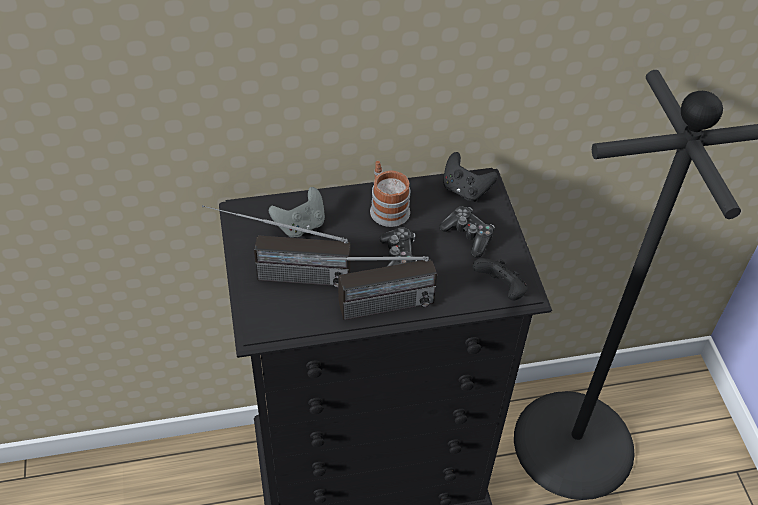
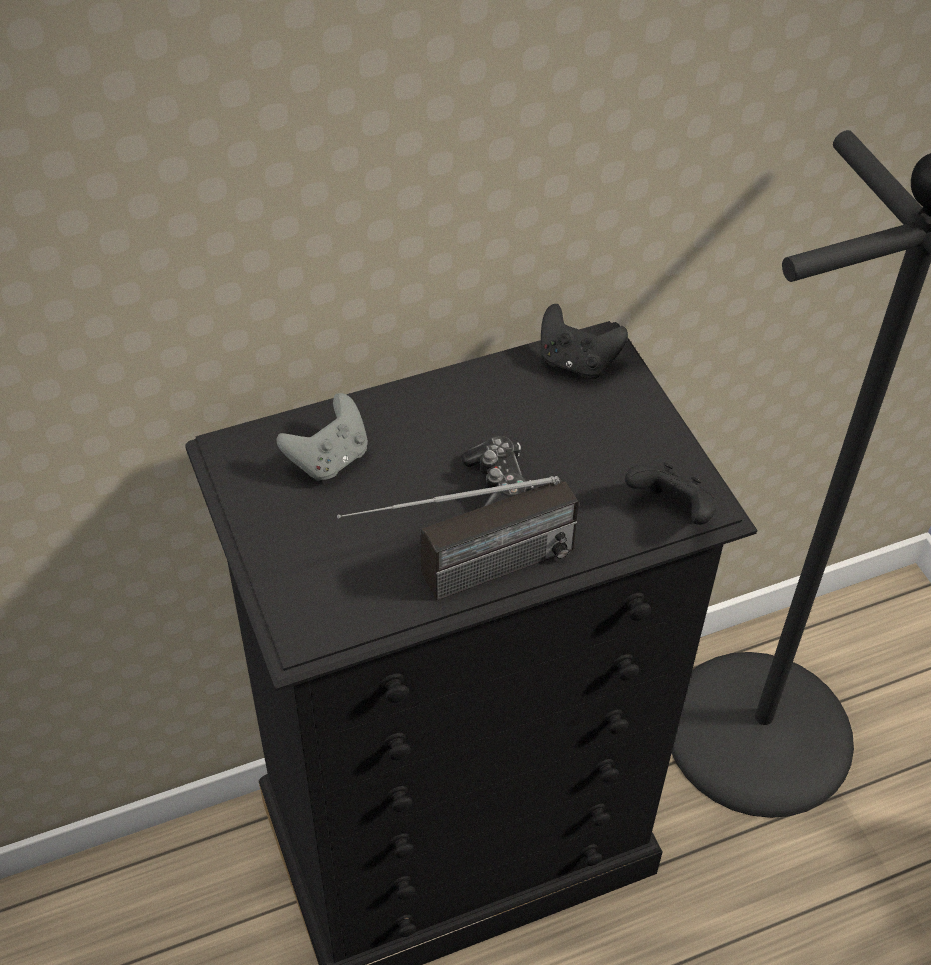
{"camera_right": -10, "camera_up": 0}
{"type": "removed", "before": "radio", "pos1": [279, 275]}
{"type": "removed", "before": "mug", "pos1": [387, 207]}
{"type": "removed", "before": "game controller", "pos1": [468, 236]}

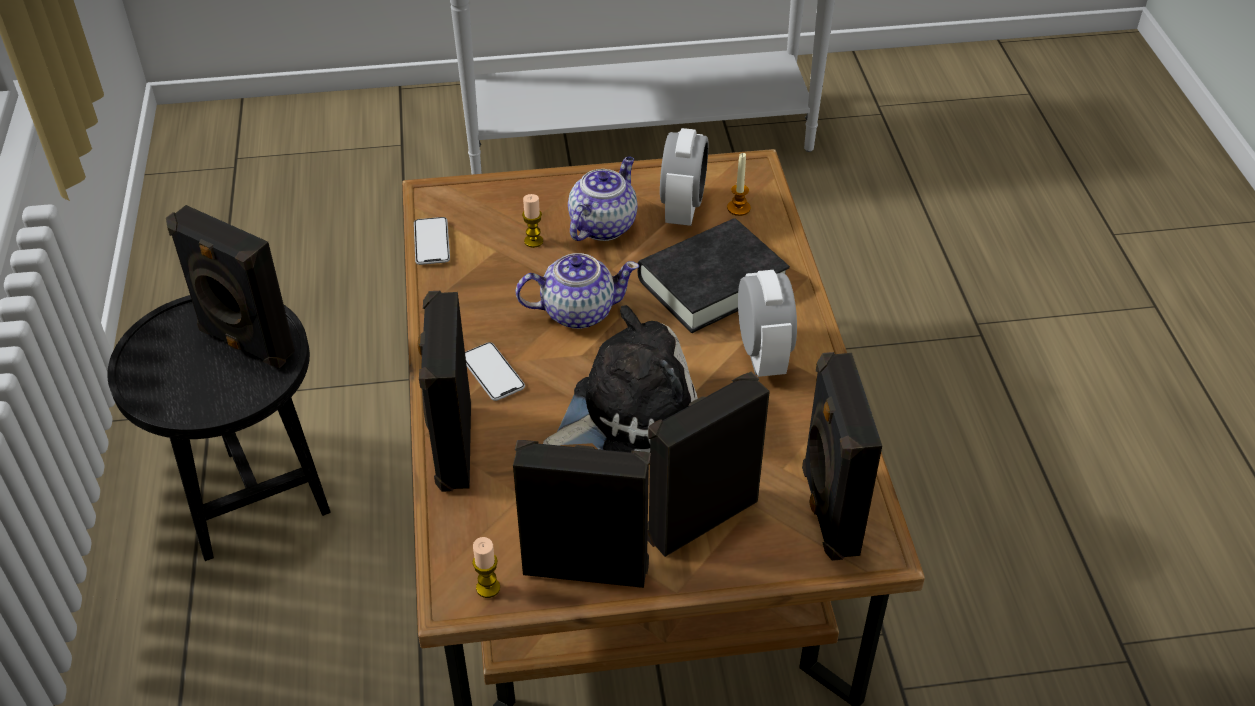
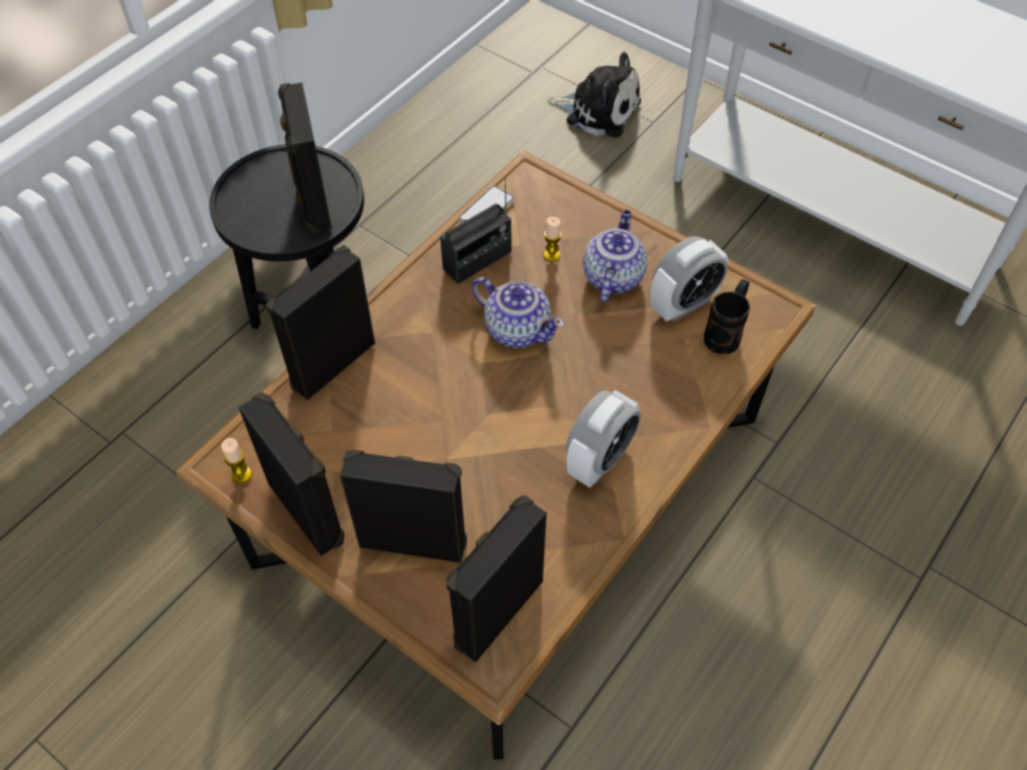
{"camera_right": 45, "camera_up": 10}
{"type": "removed", "before": "phone", "pos1": [492, 372]}
{"type": "moved", "before": "plush toy", "pos1": [628, 413], "pos2": [598, 110]}
{"type": "turned", "before": "teapot", "pos1": [603, 225], "pos2": [612, 276], "turn": -60}
{"type": "removed", "before": "black book", "pos1": [712, 283]}
{"type": "replaced", "before": "candle", "after": "black mug", "pos1": [738, 208], "pos2": [726, 333]}
{"type": "added", "after": "radio", "pos2": [477, 261]}

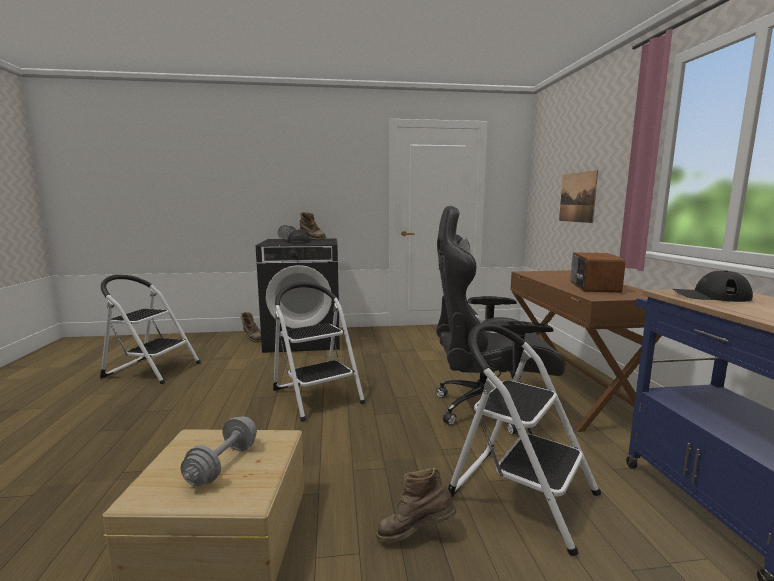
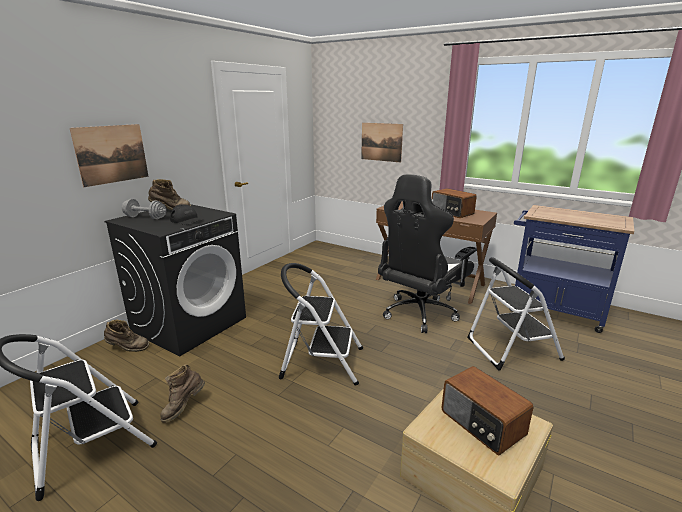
{"camera_right": -50, "camera_up": 10}
{"type": "replaced", "before": "grey dumbbell", "after": "radio", "pos1": [223, 464], "pos2": [481, 424]}
{"type": "moved", "before": "brown boot", "pos1": [415, 534], "pos2": [183, 408]}
{"type": "removed", "before": "black cap", "pos1": [710, 296]}
{"type": "added", "after": "picture", "pos2": [112, 154]}

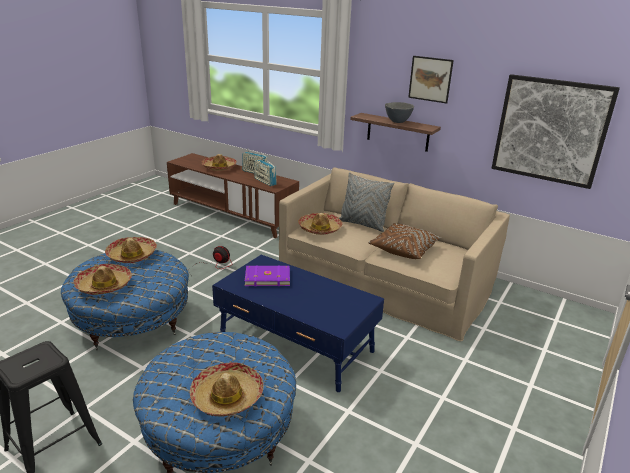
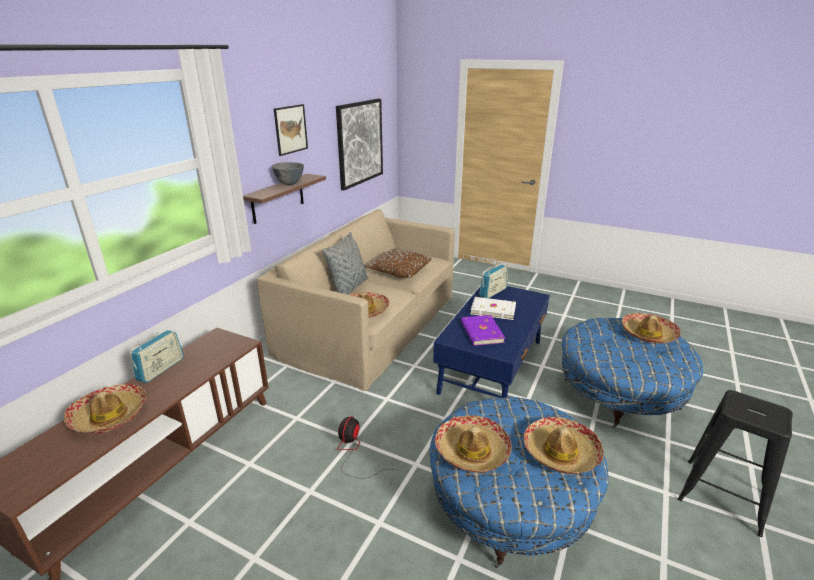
{"camera_right": -95, "camera_up": 0}
{"type": "moved", "before": "radio", "pos1": [265, 182], "pos2": [493, 292]}
{"type": "added", "after": "white book", "pos2": [493, 309]}

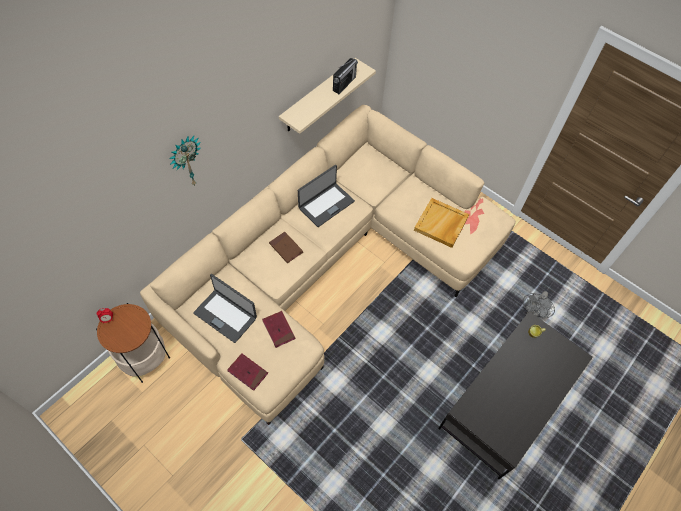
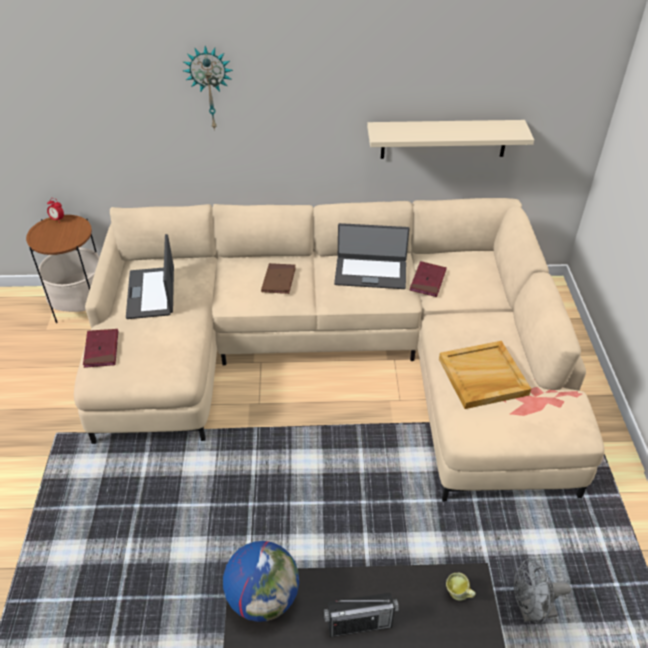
{"camera_right": 50, "camera_up": -15}
{"type": "moved", "before": "red book", "pos1": [278, 330], "pos2": [428, 281]}
{"type": "moved", "before": "radio", "pos1": [344, 84], "pos2": [359, 624]}
{"type": "added", "after": "globe", "pos2": [263, 597]}

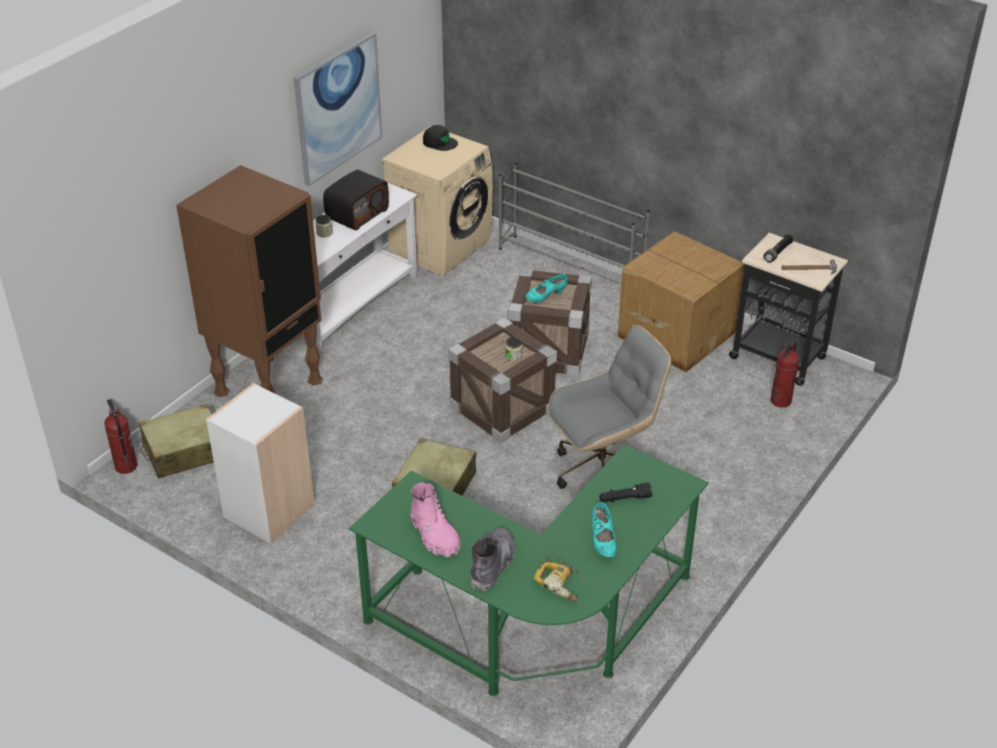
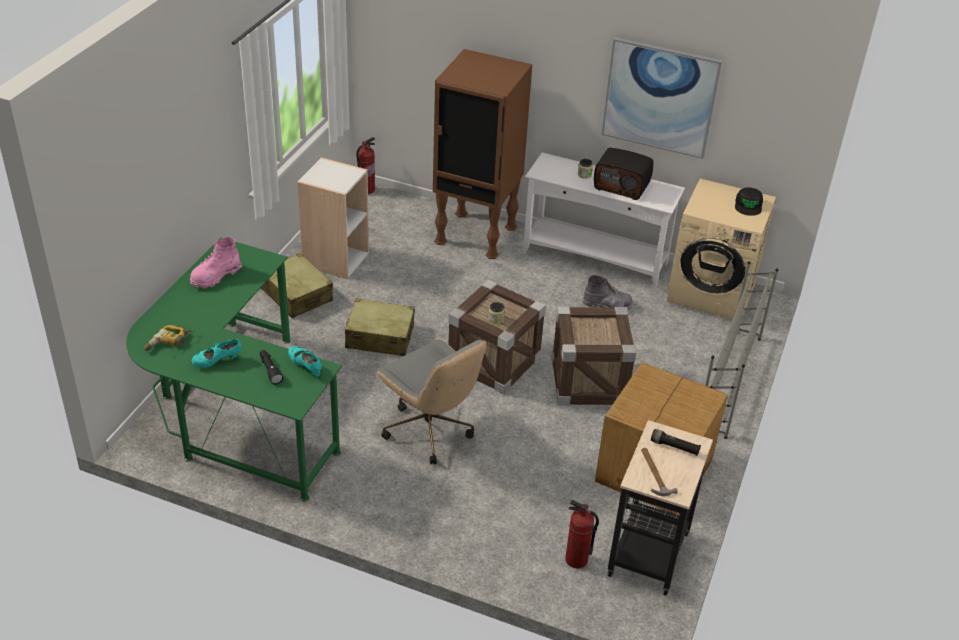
{"camera_right": 75, "camera_up": 0}
{"type": "moved", "before": "beige suitcase", "pos1": [184, 452], "pos2": [296, 295]}
{"type": "moved", "before": "grey boot", "pos1": [492, 565], "pos2": [607, 305]}
{"type": "moved", "before": "turquoise shoe", "pos1": [546, 297], "pos2": [305, 367]}

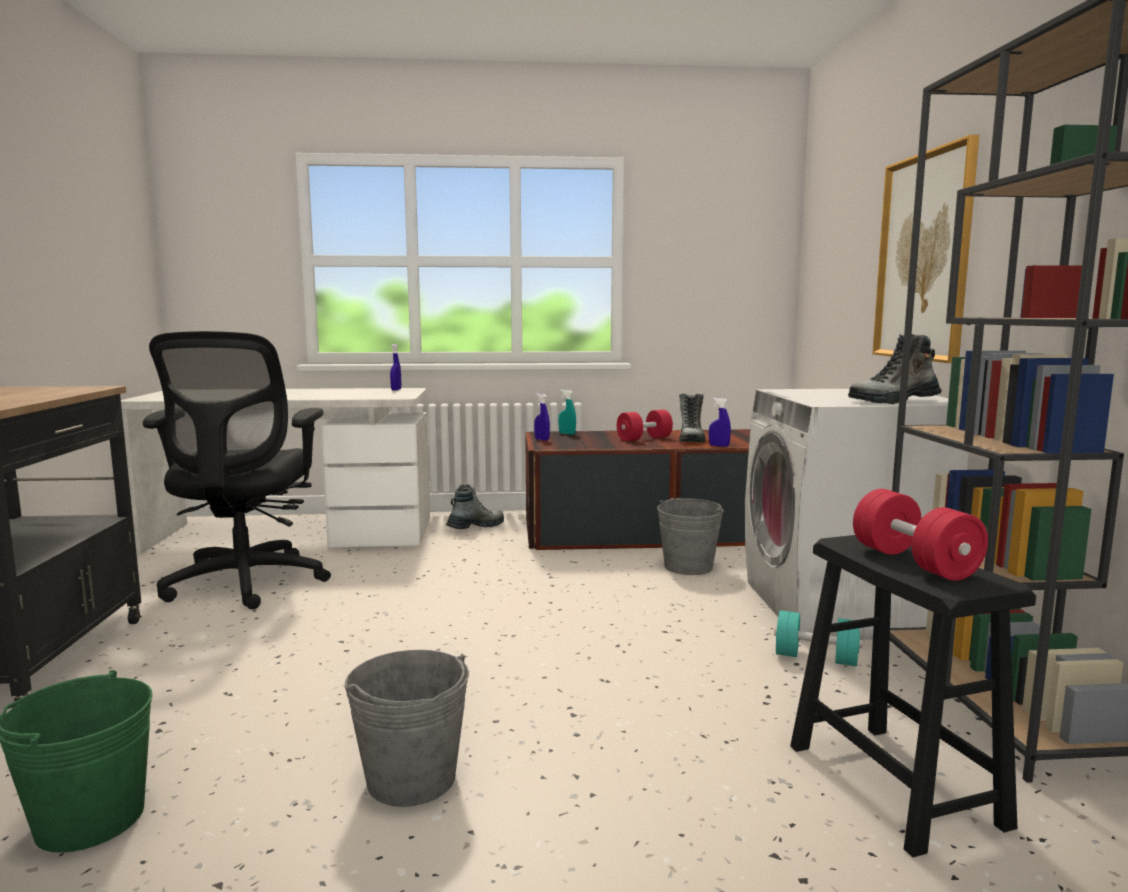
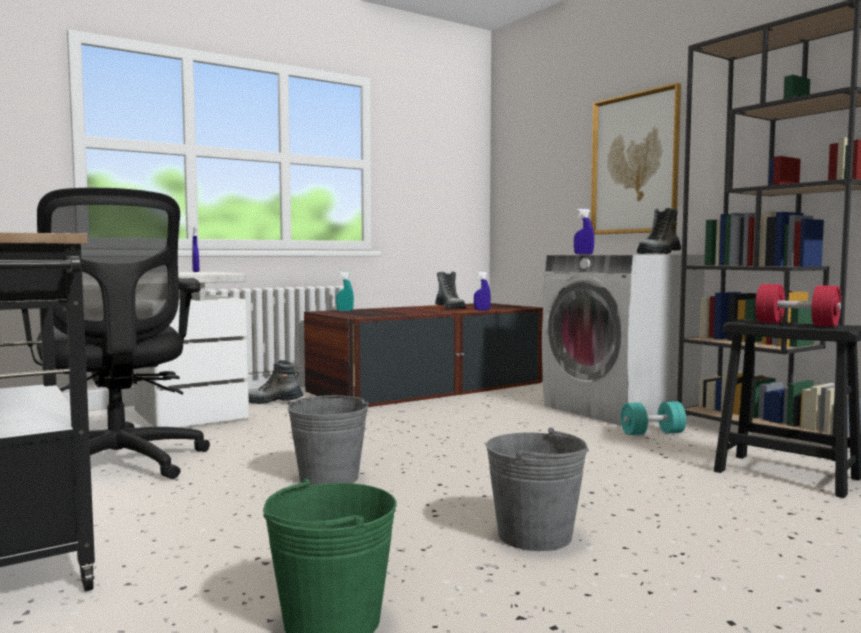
{"camera_right": -30, "camera_up": -5}
{"type": "turned", "before": "boot", "pos1": [475, 527], "pos2": [273, 402], "turn": -105}
{"type": "moved", "before": "blue spray bottle", "pos1": [541, 439], "pos2": [583, 254]}
{"type": "removed", "before": "red dumbbell", "pos1": [644, 439]}
{"type": "moved", "before": "grey bucket", "pos1": [688, 567], "pos2": [329, 478]}

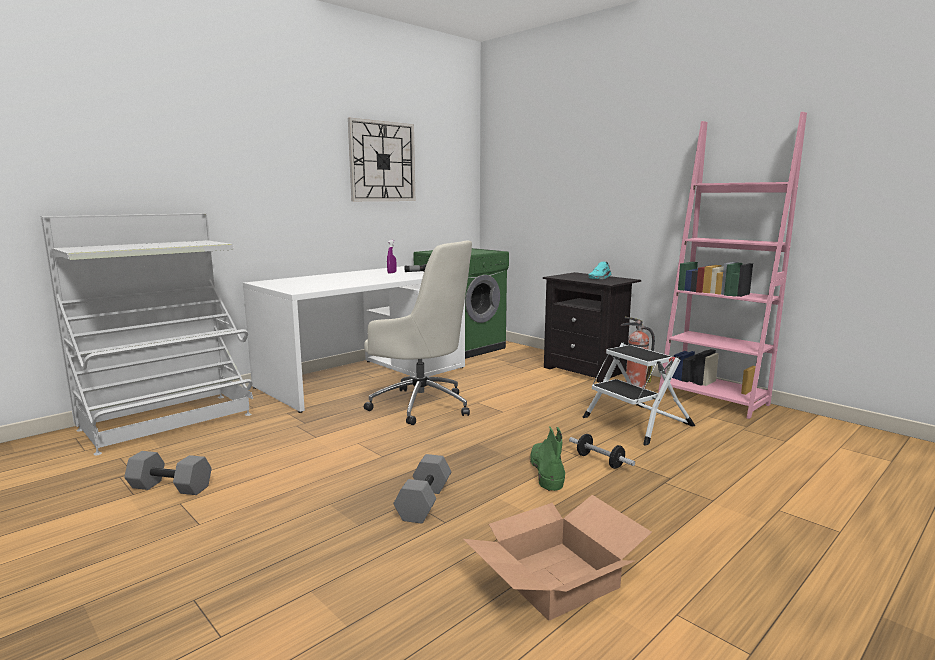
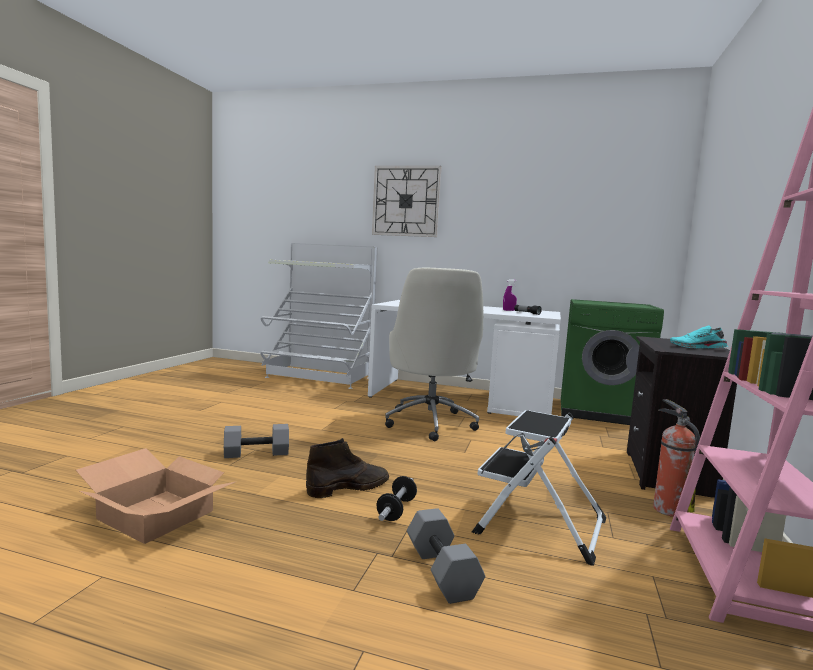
{"camera_right": 60, "camera_up": -5}
{"type": "moved", "before": "grey dumbbell", "pos1": [172, 487], "pos2": [443, 572]}
{"type": "moved", "before": "wall clock", "pos1": [382, 161], "pos2": [406, 201]}
{"type": "recoloured", "before": "green boot", "after": "brown boot", "pos1": [546, 470], "pos2": [349, 487]}

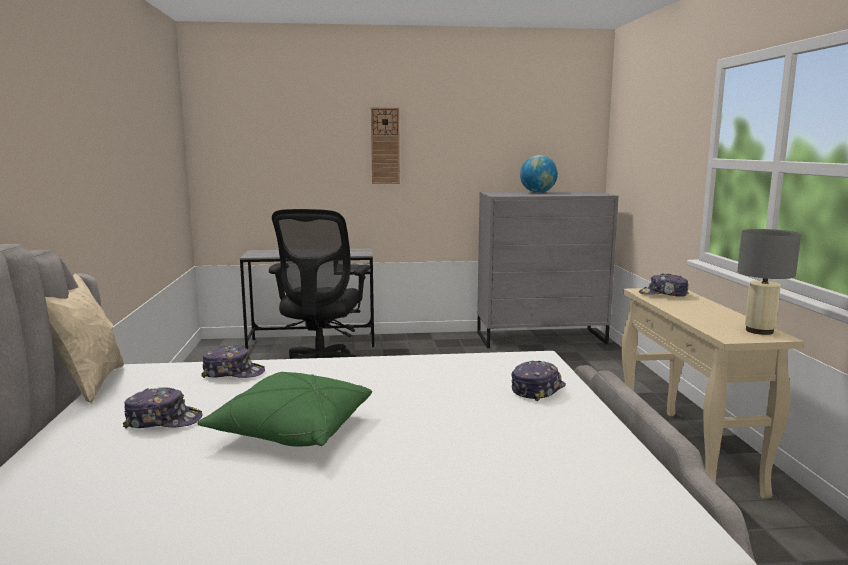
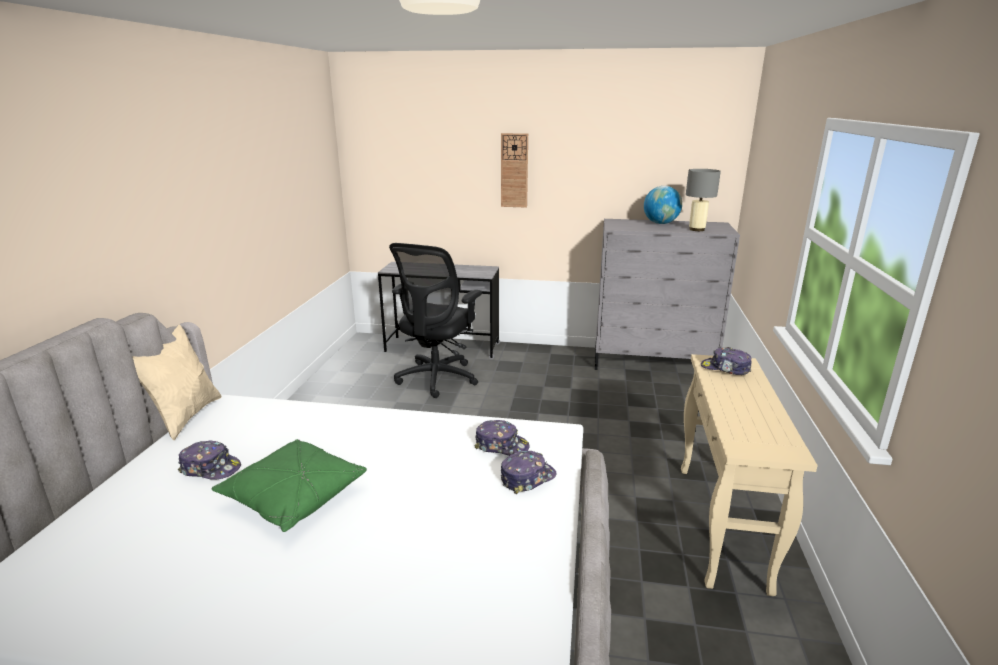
{"camera_right": 15, "camera_up": 10}
{"type": "moved", "before": "cap", "pos1": [233, 373], "pos2": [501, 446]}
{"type": "moved", "before": "grey table lamp", "pos1": [760, 331], "pos2": [697, 229]}

